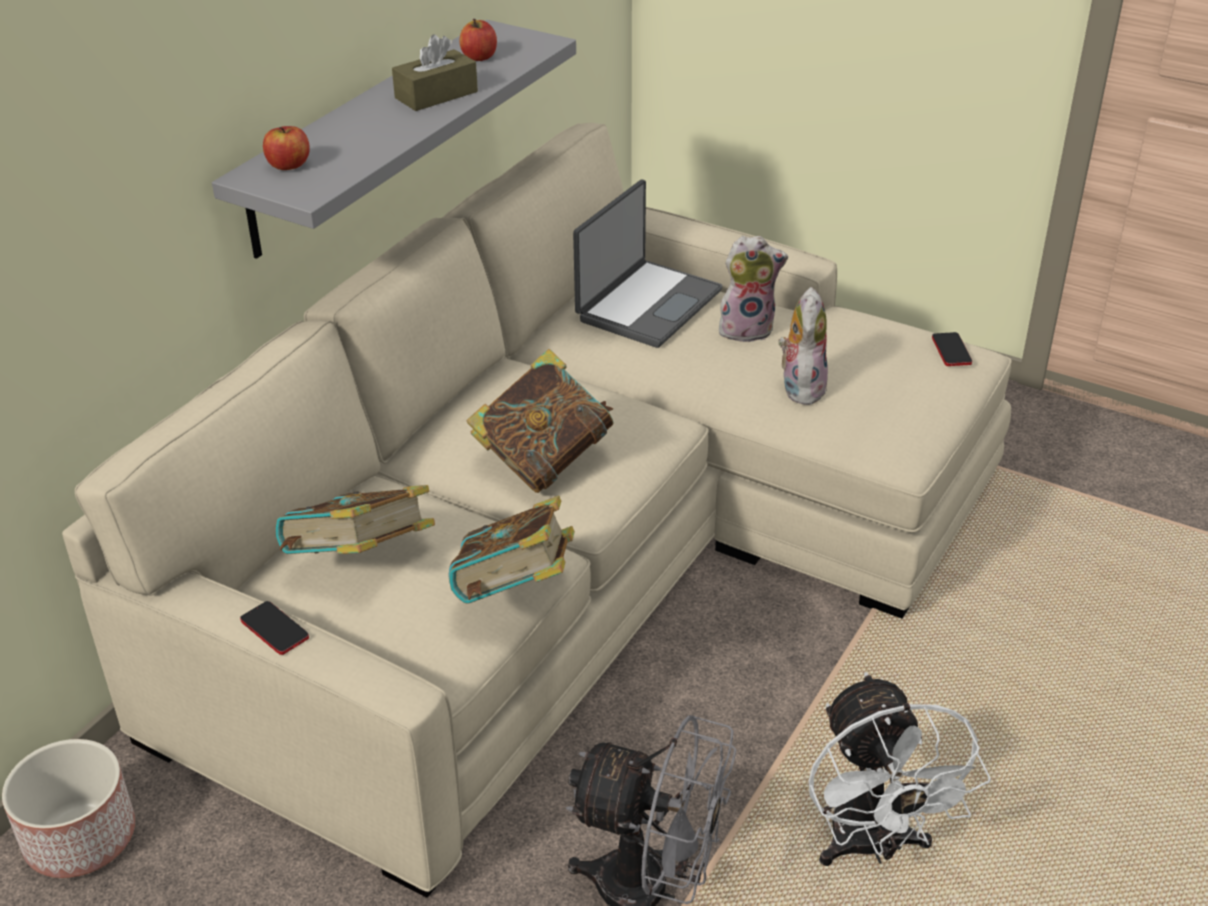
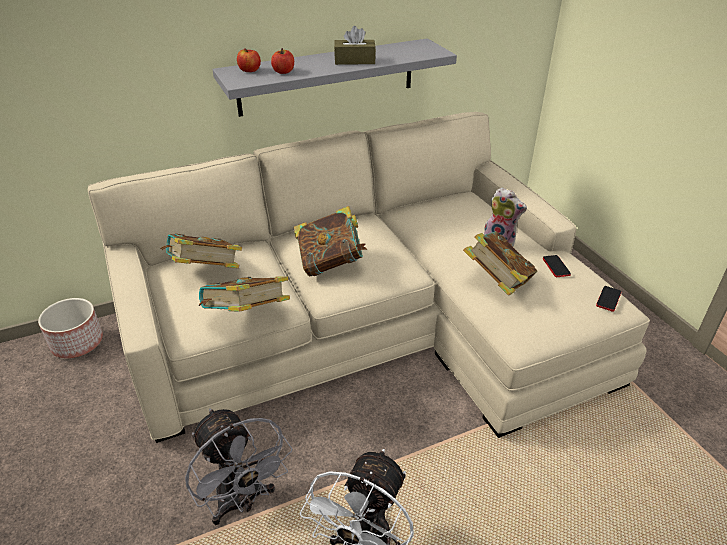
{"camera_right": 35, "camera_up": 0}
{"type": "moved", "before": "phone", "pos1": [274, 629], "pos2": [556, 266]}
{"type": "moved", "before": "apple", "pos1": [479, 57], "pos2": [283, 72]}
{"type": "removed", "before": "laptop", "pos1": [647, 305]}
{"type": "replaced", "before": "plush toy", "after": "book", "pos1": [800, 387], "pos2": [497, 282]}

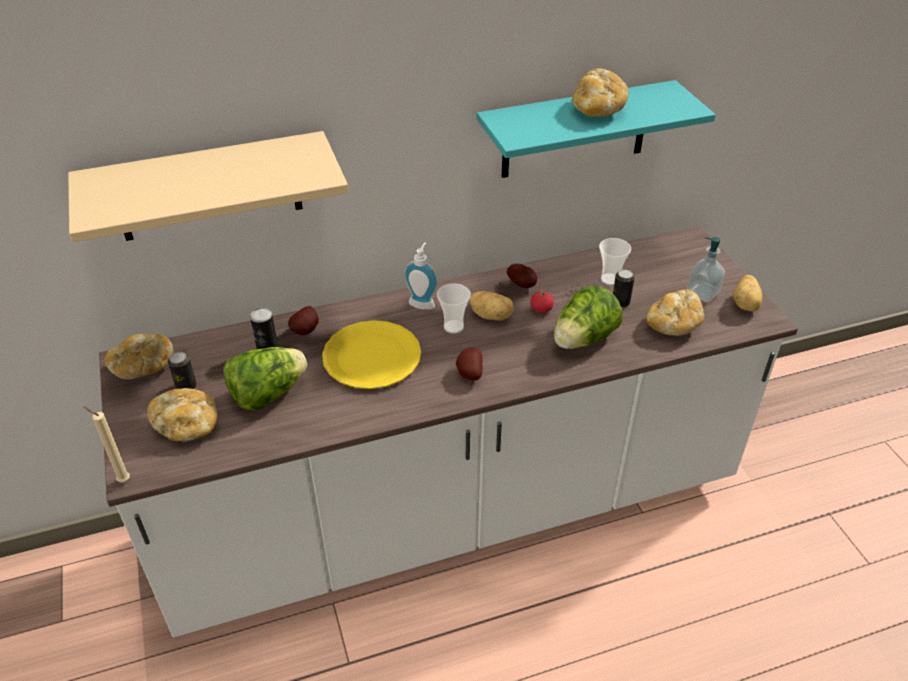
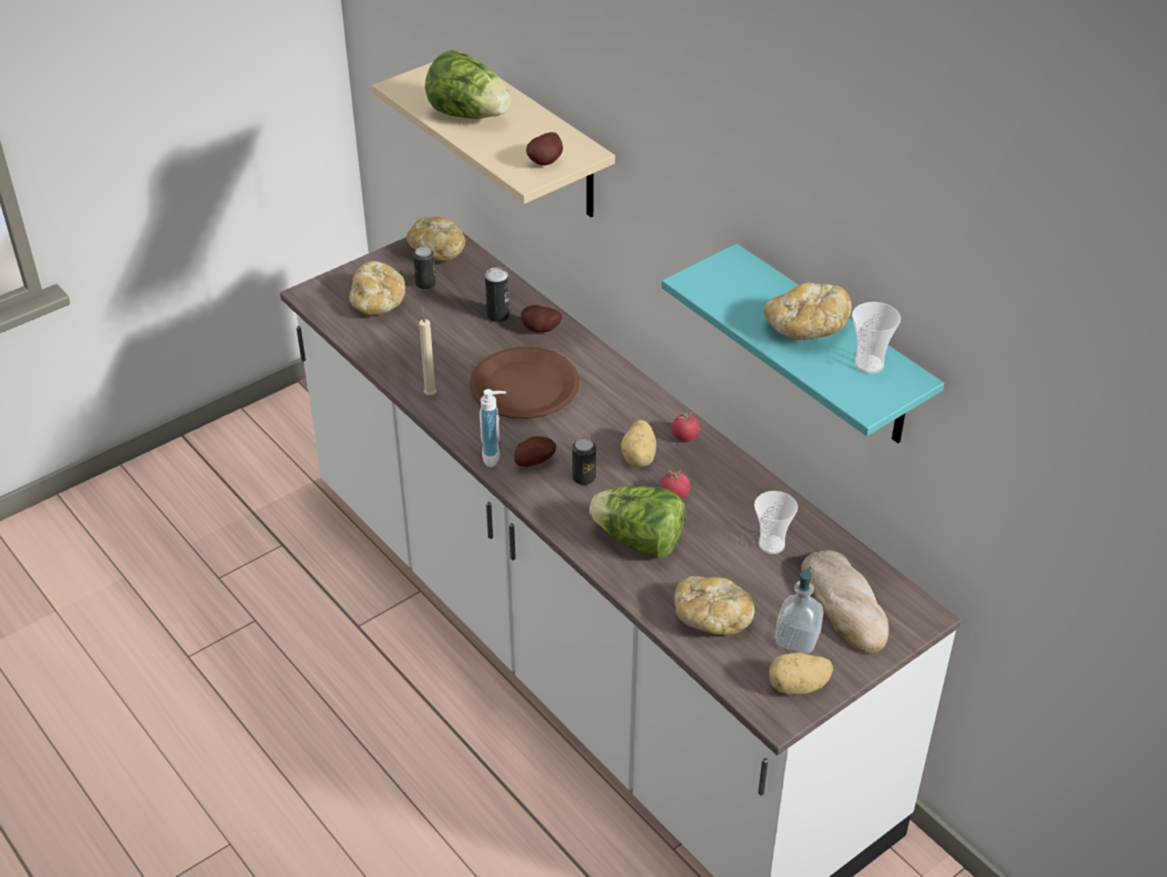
{"camera_right": 70, "camera_up": 0}
{"type": "moved", "before": "beige candle", "pos1": [122, 480], "pos2": [430, 393]}
{"type": "moved", "before": "lettuce", "pos1": [268, 394], "pos2": [469, 115]}
{"type": "recoloured", "before": "yellow plate", "after": "brown plate", "pos1": [372, 356], "pos2": [525, 386]}
{"type": "moved", "before": "soap dispenser", "pos1": [423, 302], "pos2": [495, 455]}
{"type": "moved", "before": "cup", "pos1": [453, 327], "pos2": [869, 364]}
{"type": "moved", "before": "potato", "pos1": [522, 285], "pos2": [547, 162]}
{"type": "moved", "before": "can", "pos1": [620, 302], "pos2": [584, 478]}
{"type": "added", "after": "tomato", "pos2": [685, 436]}
{"type": "added", "after": "bread", "pos2": [845, 605]}

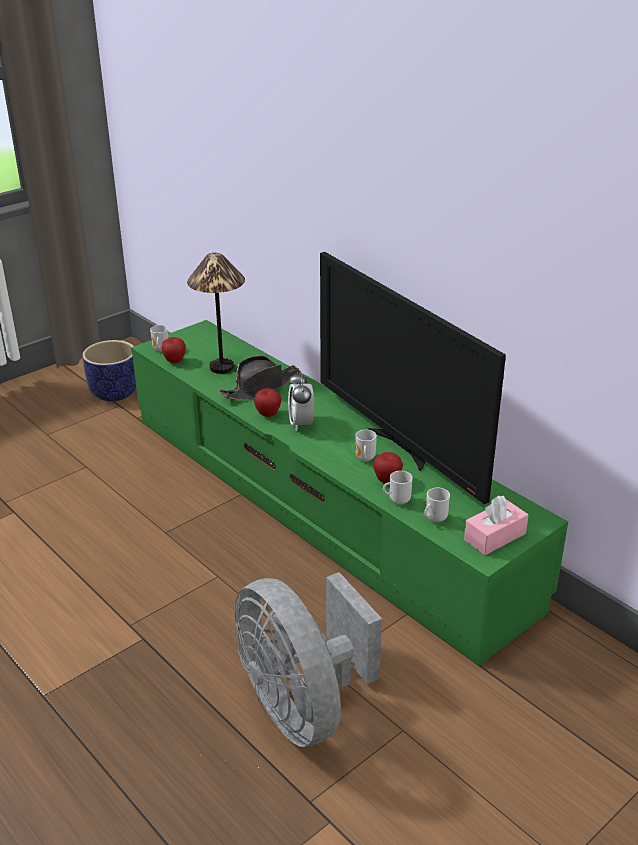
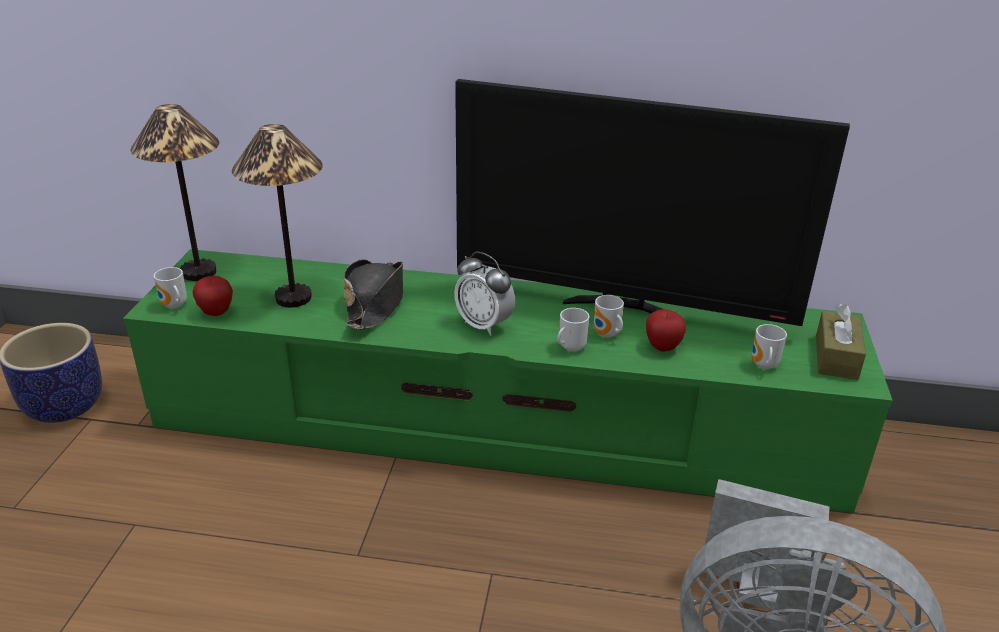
{"camera_right": -40, "camera_up": 0}
{"type": "removed", "before": "apple", "pos1": [268, 414]}
{"type": "moved", "before": "mug", "pos1": [398, 500], "pos2": [569, 347]}
{"type": "recoloured", "before": "pink tissue box", "after": "brown tissue box", "pos1": [494, 536], "pos2": [836, 357]}
{"type": "added", "after": "table lamp", "pos2": [198, 273]}

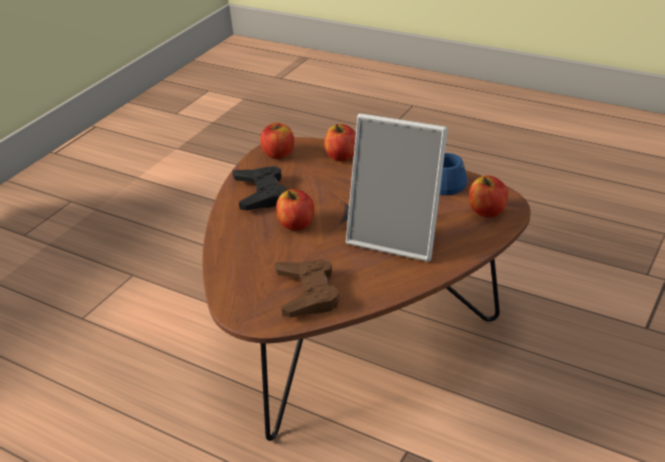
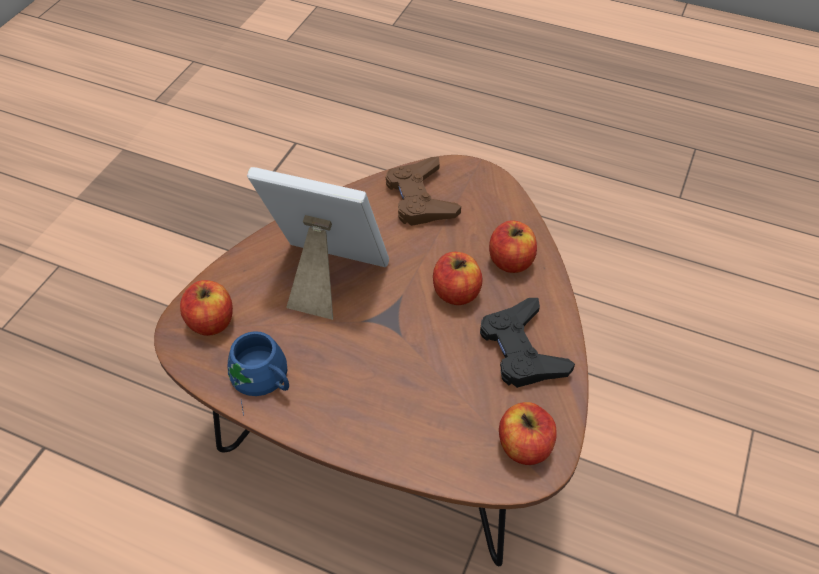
{"camera_right": 170, "camera_up": 15}
{"type": "moved", "before": "apple", "pos1": [342, 156], "pos2": [510, 261]}

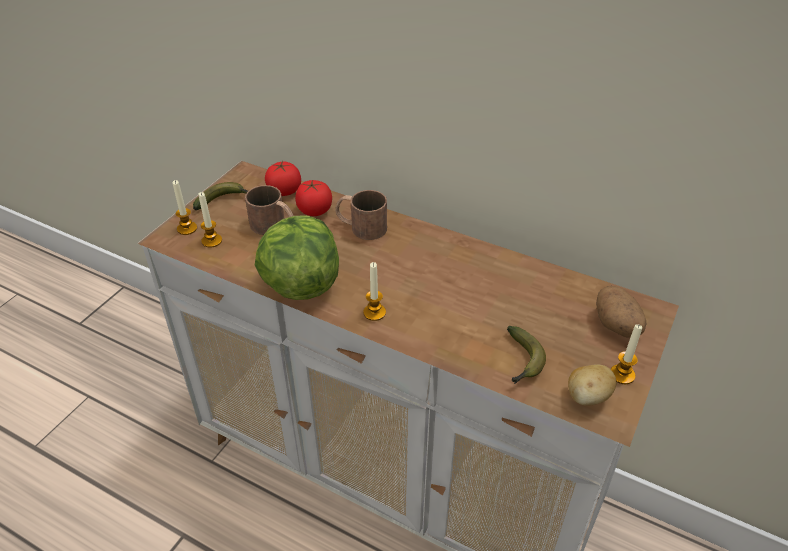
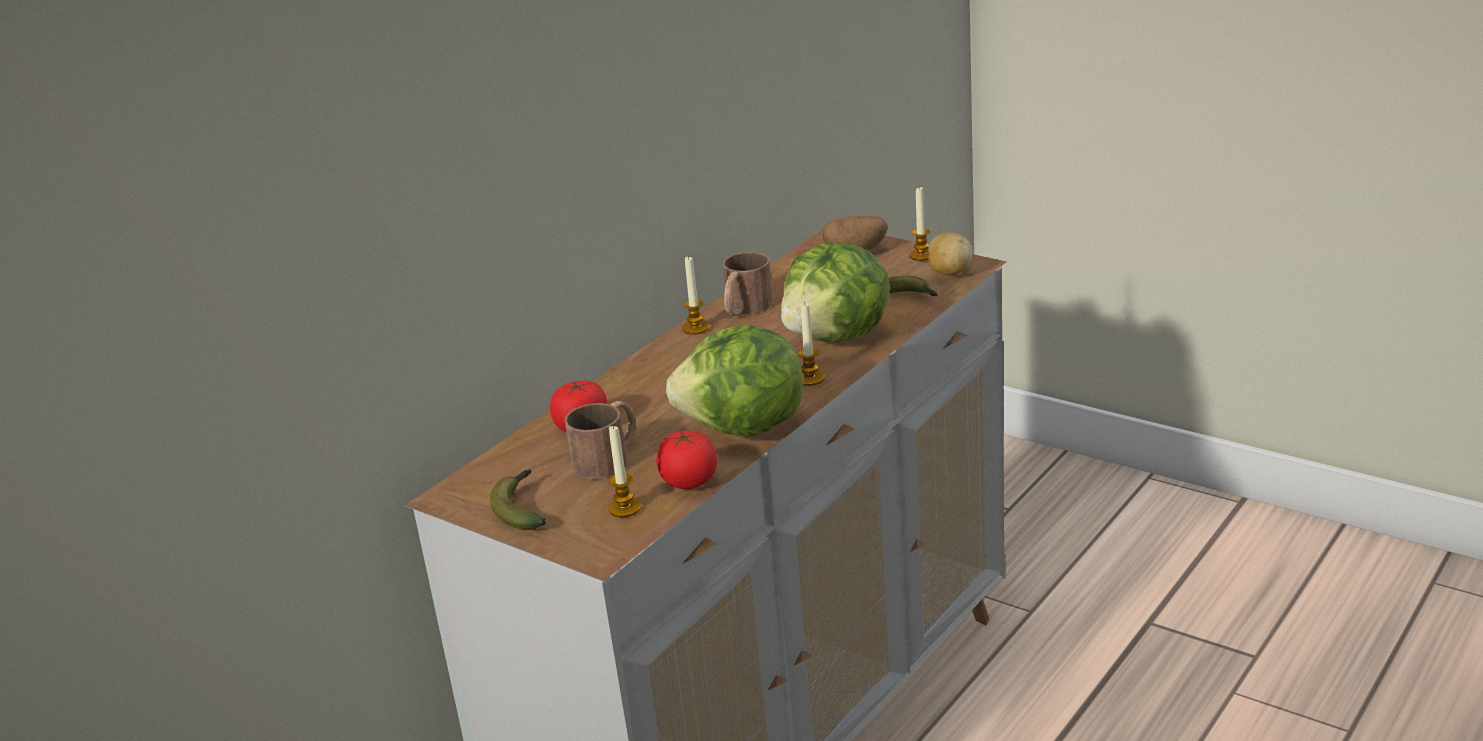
{"camera_right": -80, "camera_up": -15}
{"type": "moved", "before": "candle", "pos1": [187, 228], "pos2": [696, 328]}
{"type": "moved", "before": "tomato", "pos1": [284, 191], "pos2": [689, 481]}
{"type": "moved", "before": "brown mug", "pos1": [361, 226], "pos2": [744, 309]}
{"type": "added", "after": "lettuce", "pos2": [838, 338]}

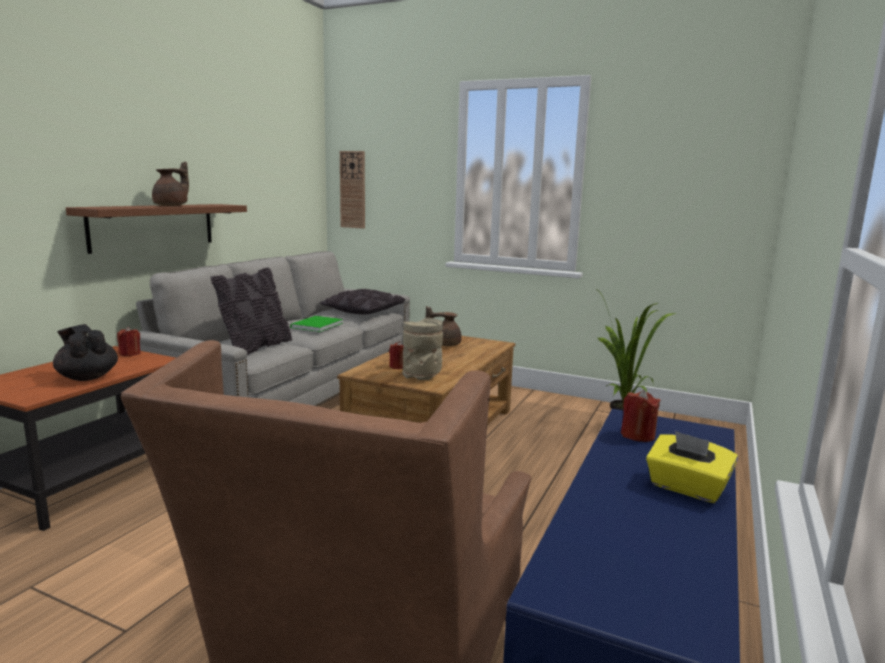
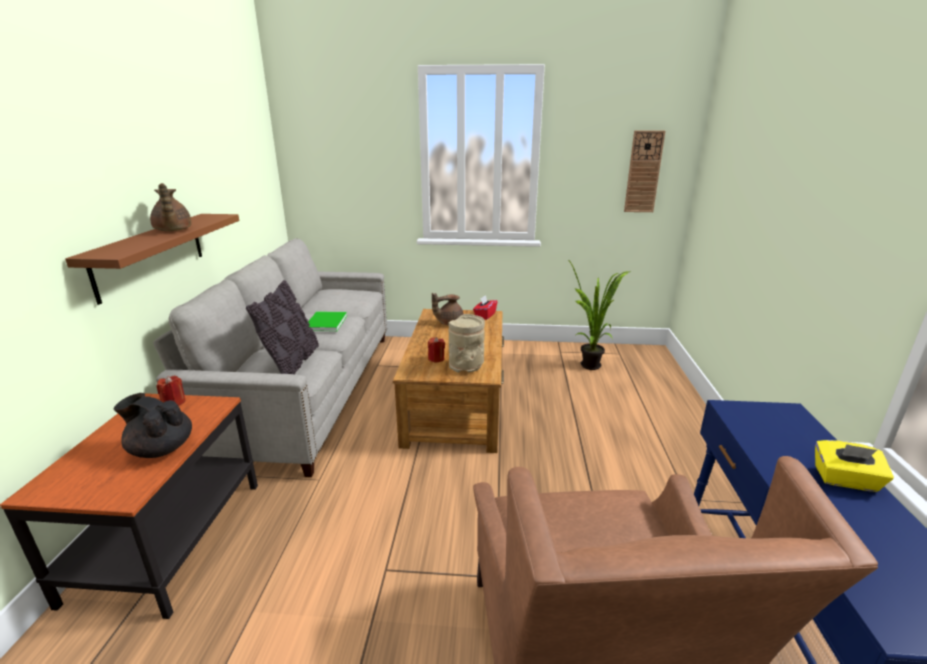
{"camera_right": -20, "camera_up": 10}
{"type": "turned", "before": "brown teapot", "pos1": [172, 205], "pos2": [172, 230], "turn": 150}
{"type": "removed", "before": "black pillow", "pos1": [363, 311]}
{"type": "moved", "before": "wall clock", "pos1": [353, 190], "pos2": [643, 172]}
{"type": "removed", "before": "red candle", "pos1": [637, 435]}
{"type": "added", "after": "red tissue box", "pos2": [485, 315]}

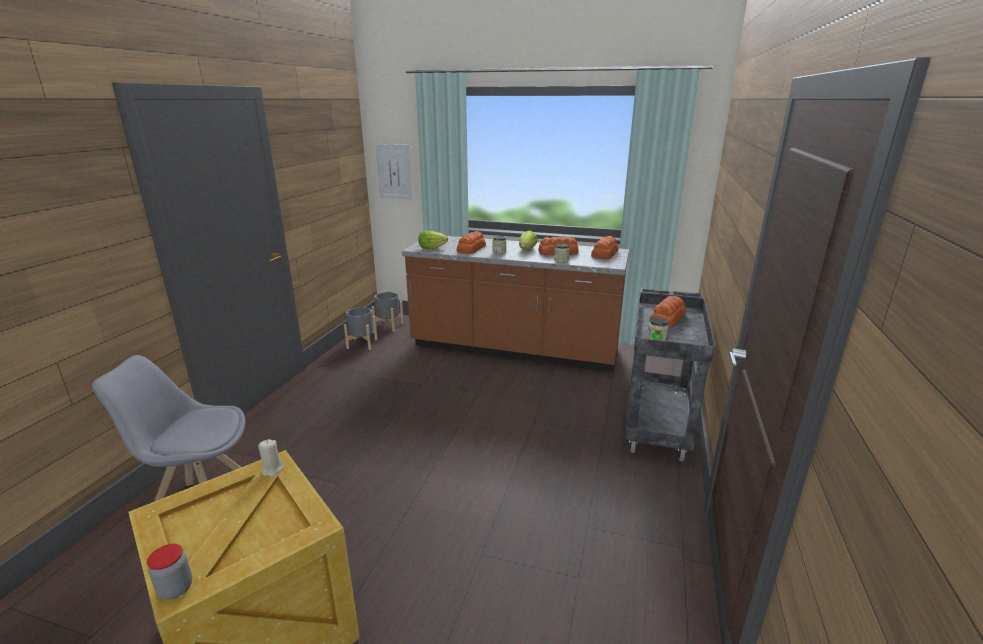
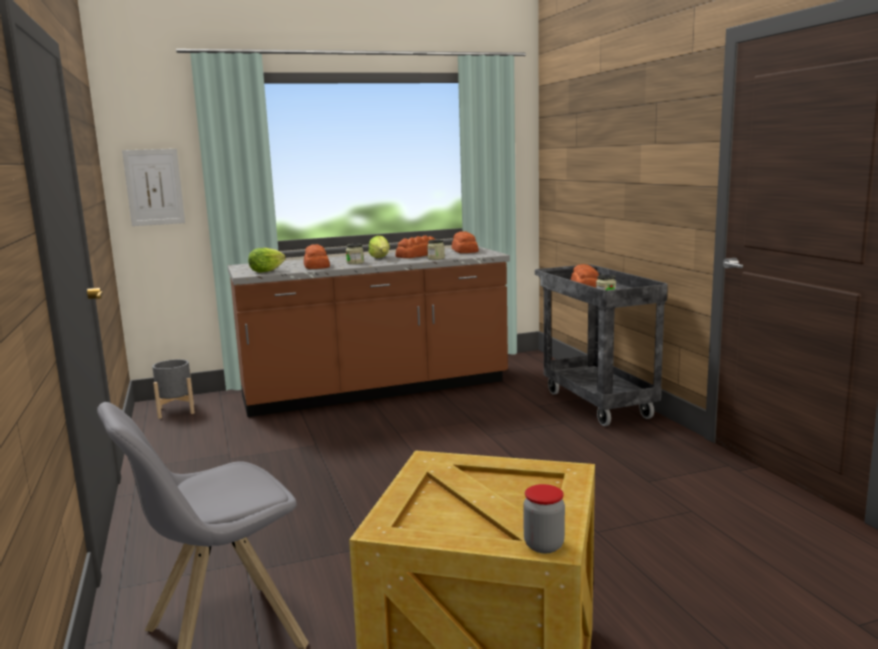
{"camera_right": -35, "camera_up": -10}
{"type": "removed", "before": "beige candle", "pos1": [272, 469]}
{"type": "removed", "before": "grey planter", "pos1": [362, 344]}

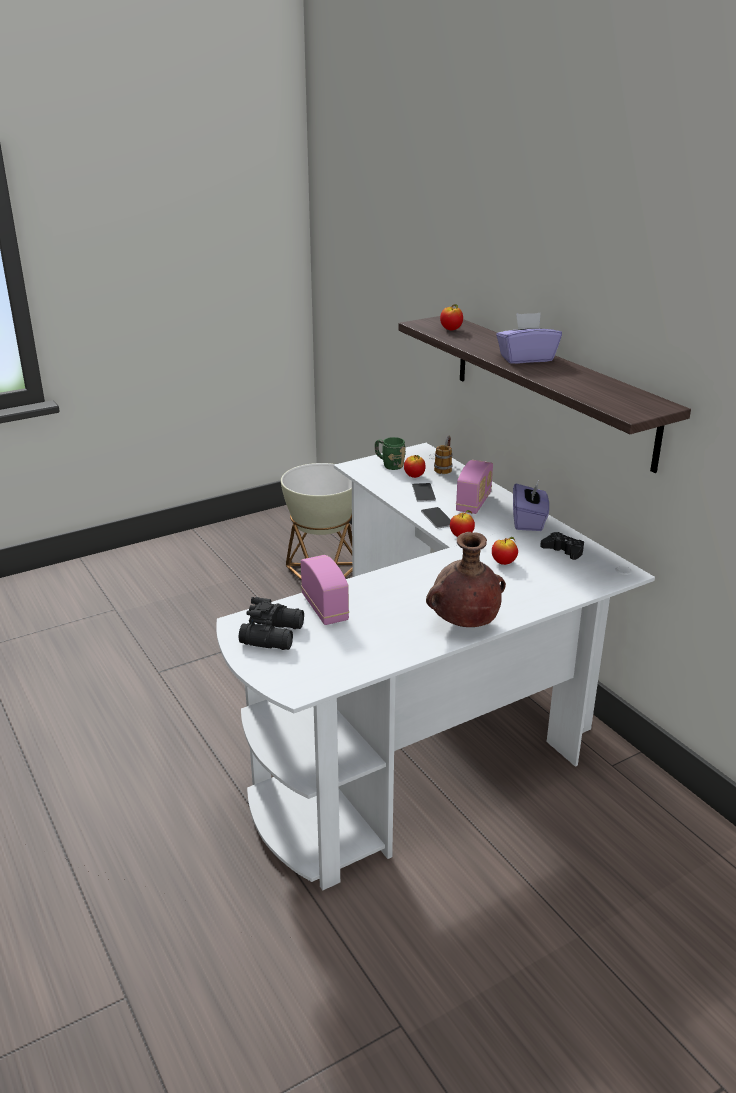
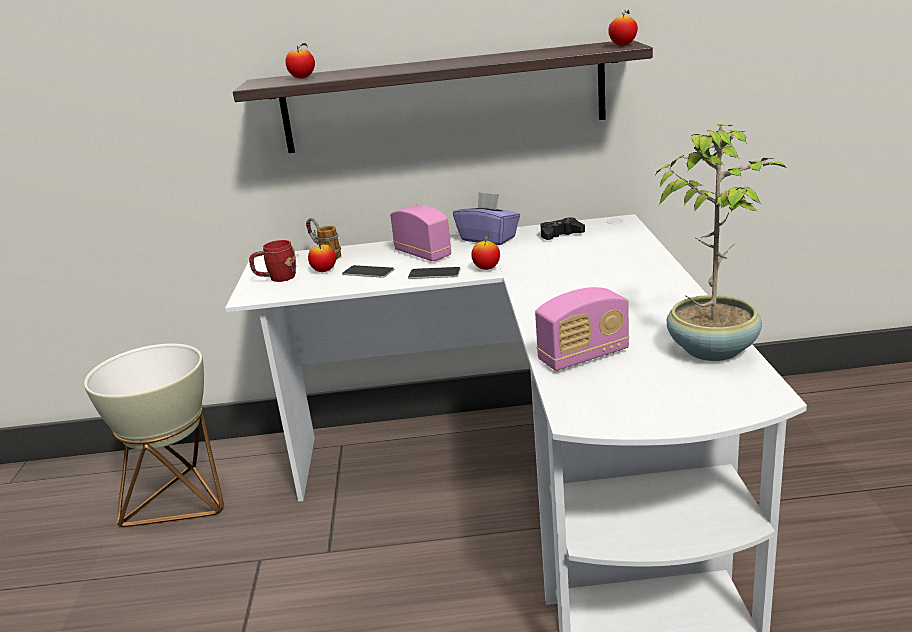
{"camera_right": -60, "camera_up": -5}
{"type": "removed", "before": "black binoculars", "pos1": [274, 634]}
{"type": "turned", "before": "radio", "pos1": [325, 608], "pos2": [583, 356], "turn": 150}
{"type": "recoloured", "before": "green mug", "after": "red mug", "pos1": [389, 465], "pos2": [276, 279]}
{"type": "removed", "before": "brown vase", "pos1": [463, 624]}
{"type": "moved", "before": "apple", "pos1": [503, 563], "pos2": [623, 45]}
{"type": "removed", "before": "purple tissue box", "pos1": [526, 358]}
{"type": "added", "after": "potted plant", "pos2": [713, 348]}

